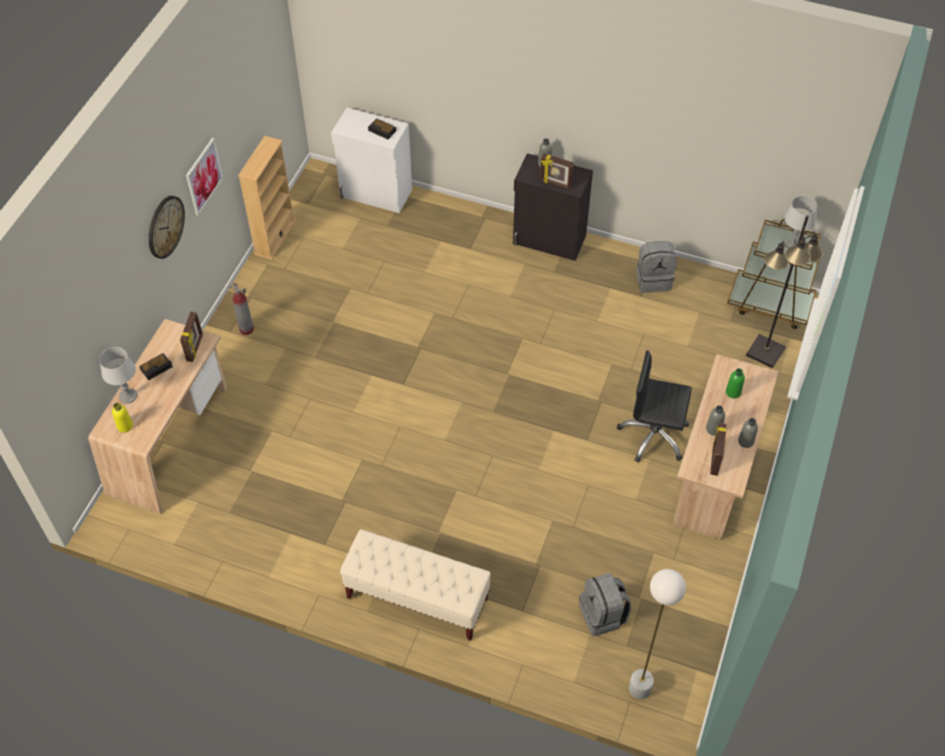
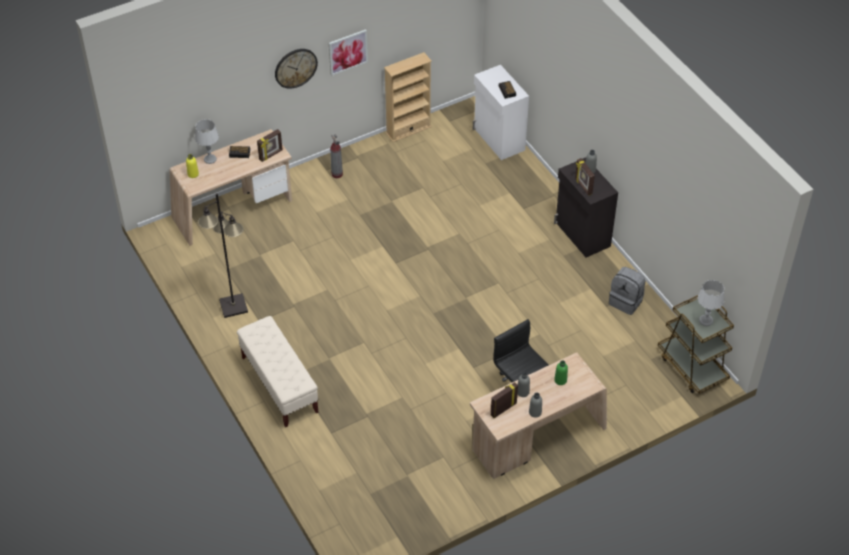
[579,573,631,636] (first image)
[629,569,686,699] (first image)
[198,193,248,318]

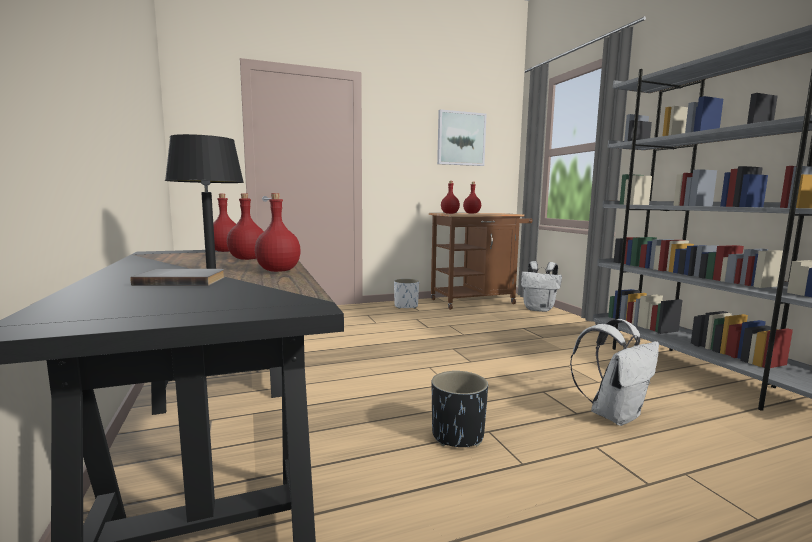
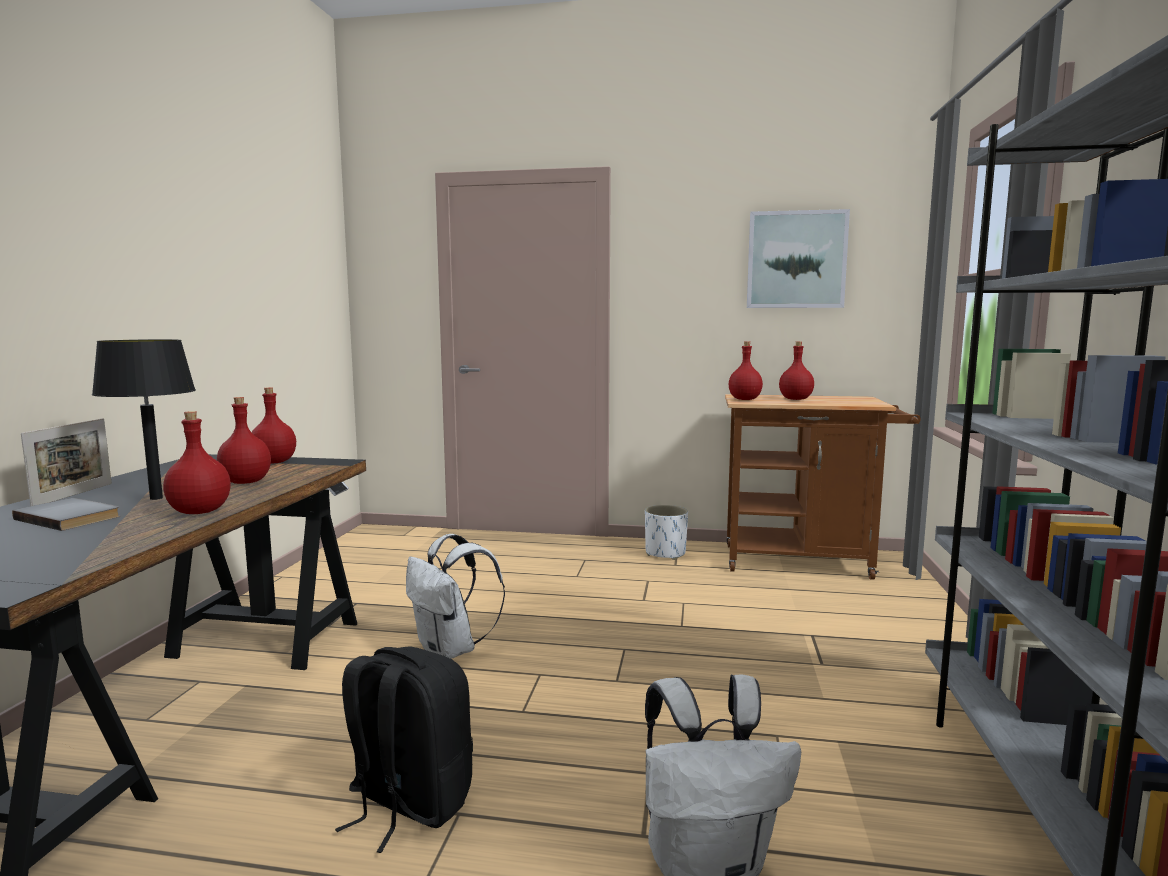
[335,646,473,853]
[406,534,505,659]
[21,418,112,506]

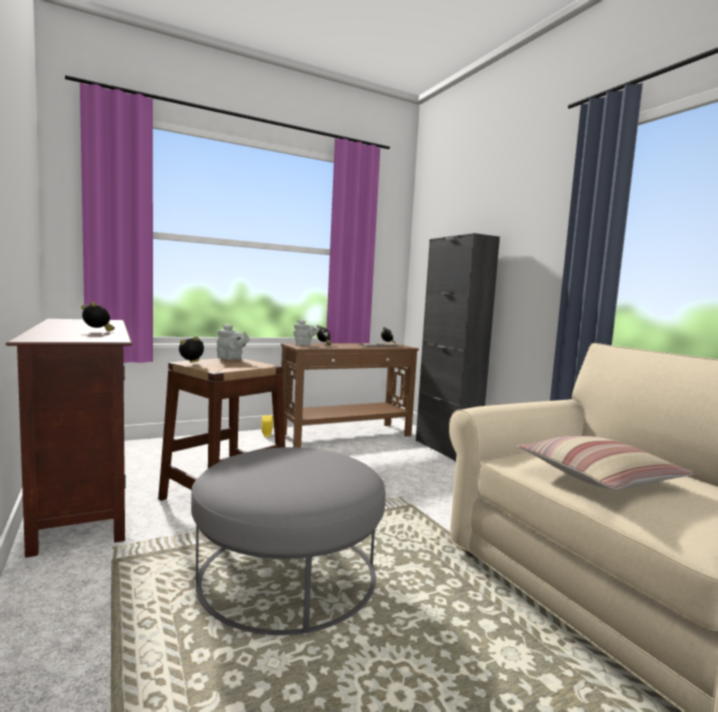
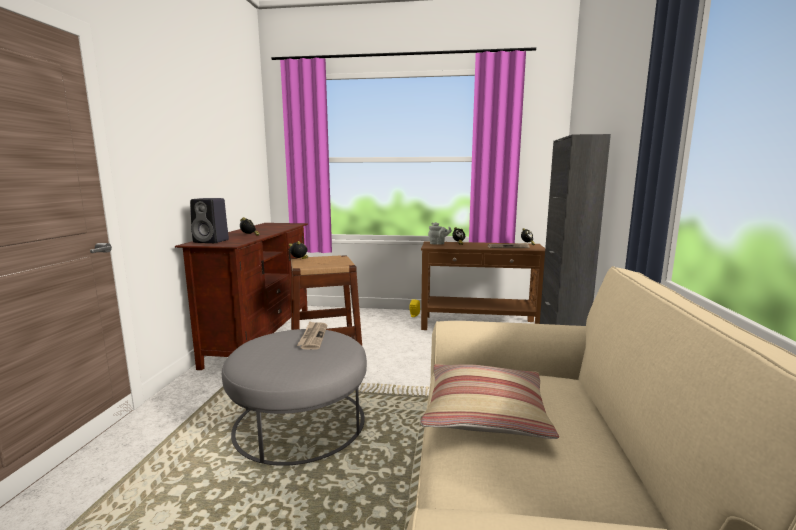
[217,324,249,360] (first image)
[190,198,229,243]
[297,321,327,350]

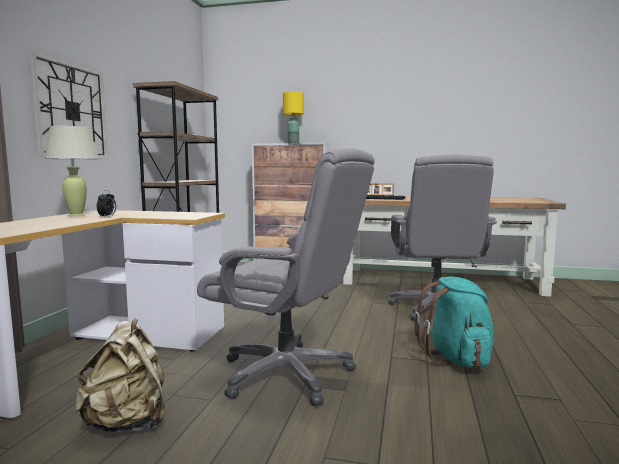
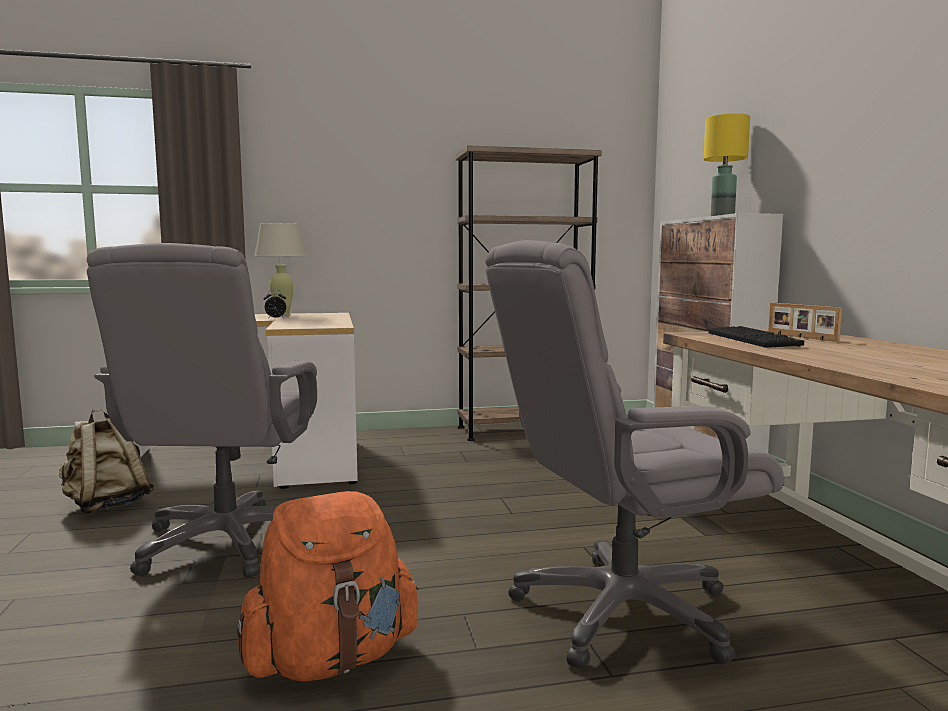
[29,52,108,158] (first image)
[237,491,419,682]

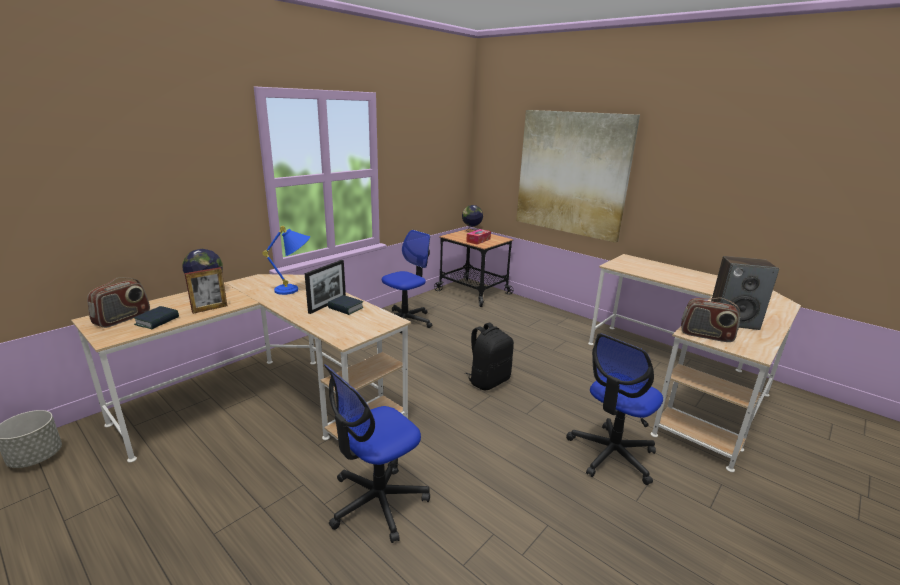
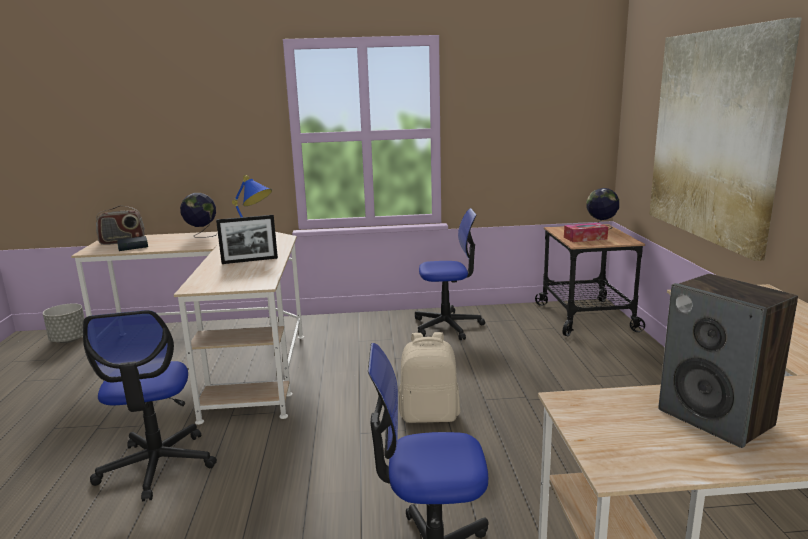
[184,267,227,314] (first image)
[83,310,217,501]
[328,295,364,315] (first image)
[399,332,460,423]
[681,297,740,342] (first image)

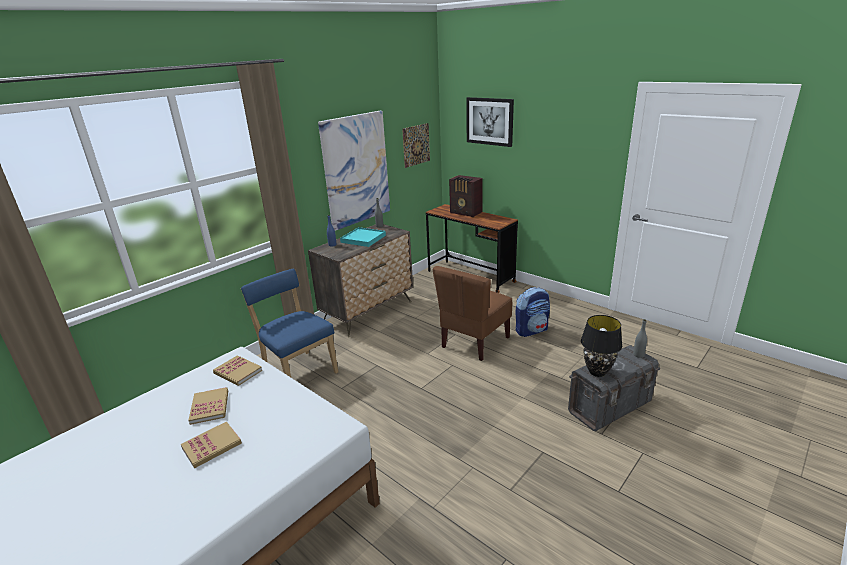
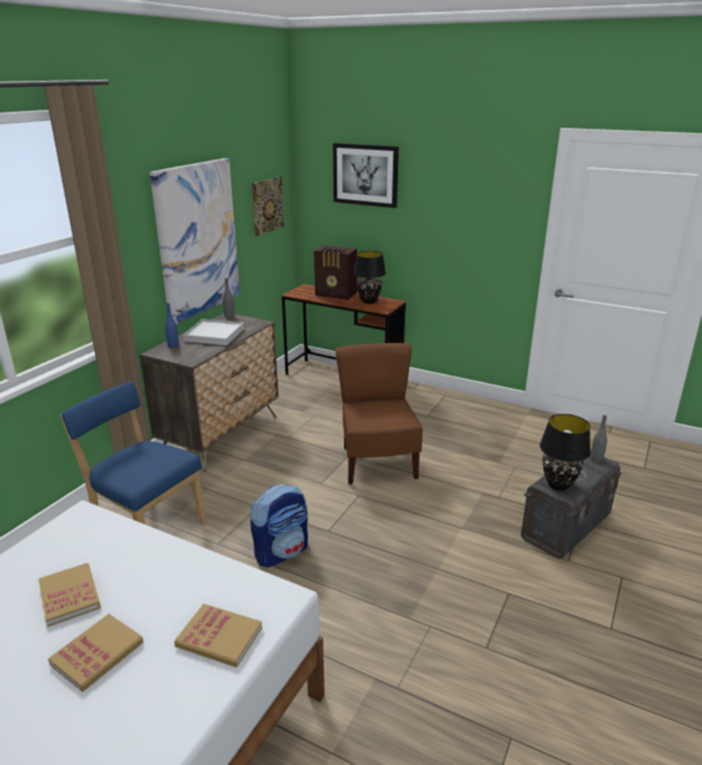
[174,604,262,667]
[183,319,244,345]
[335,343,423,485]
[250,484,308,567]
[353,251,386,304]

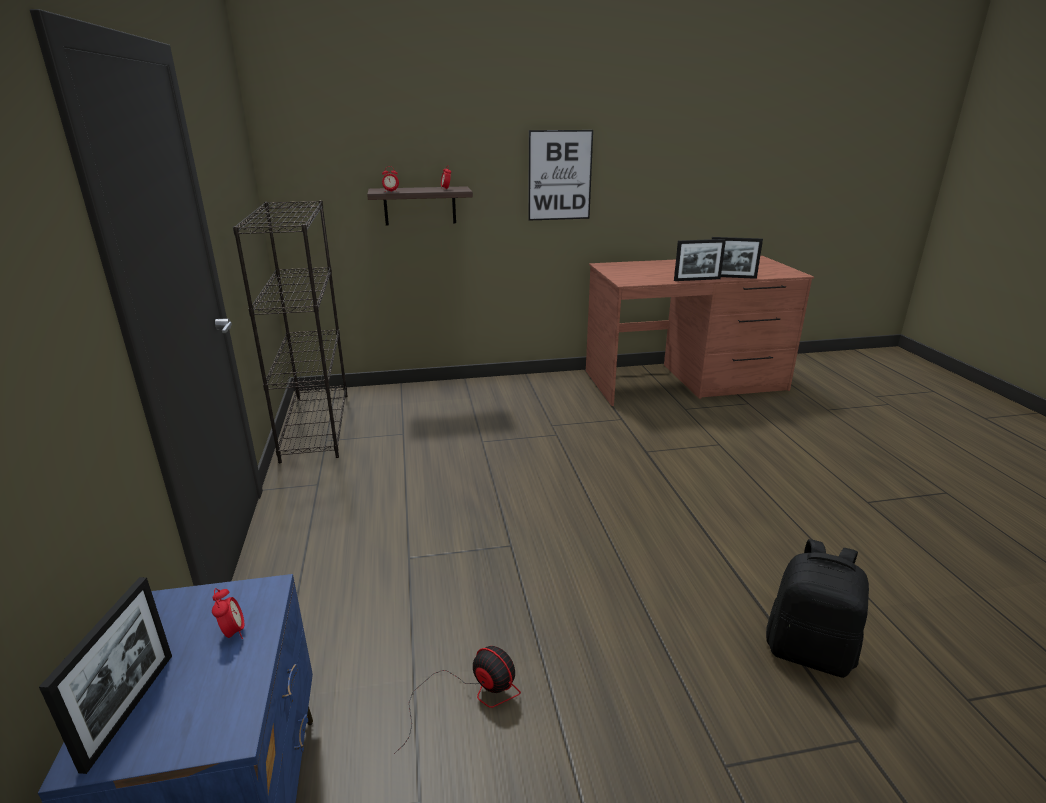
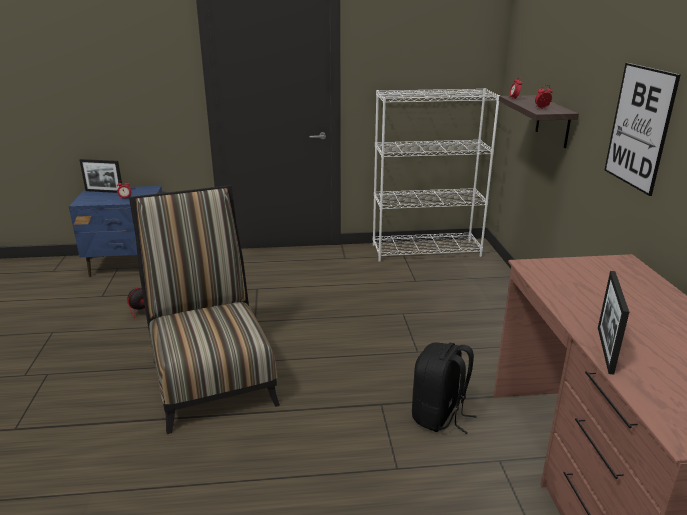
[373,88,500,262]
[674,239,726,281] (first image)
[412,343,476,434]
[129,185,280,434]

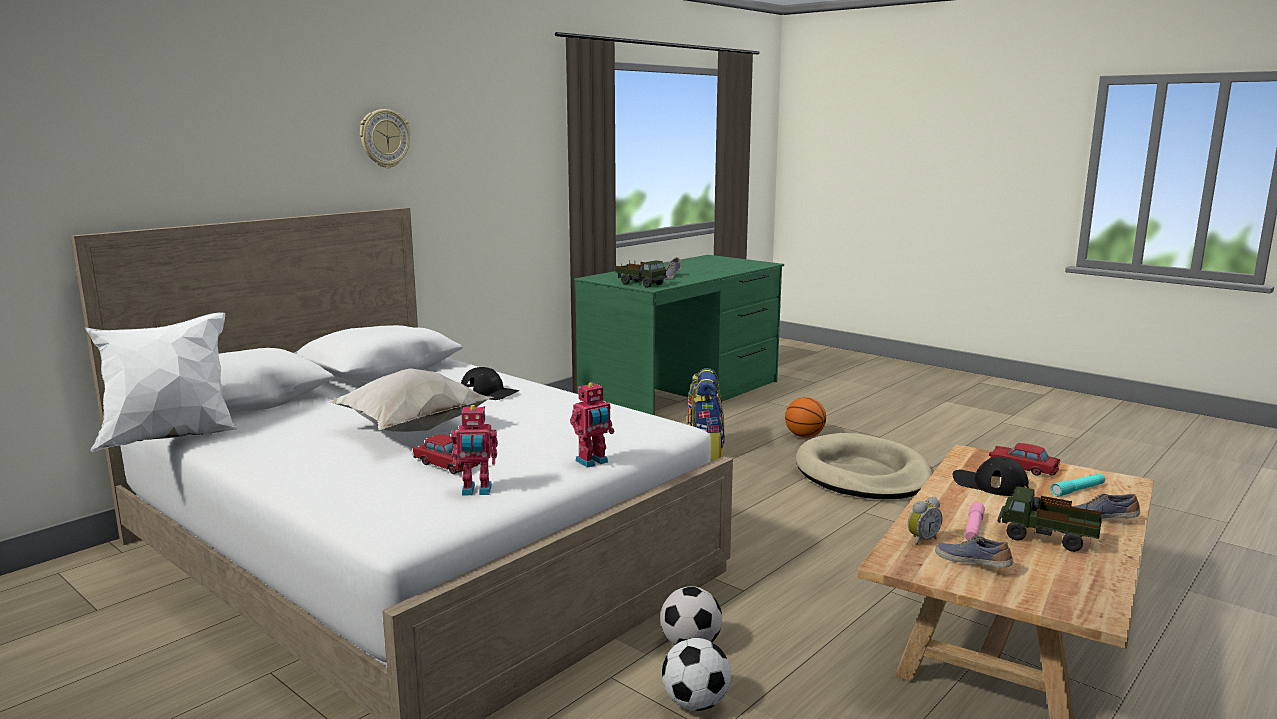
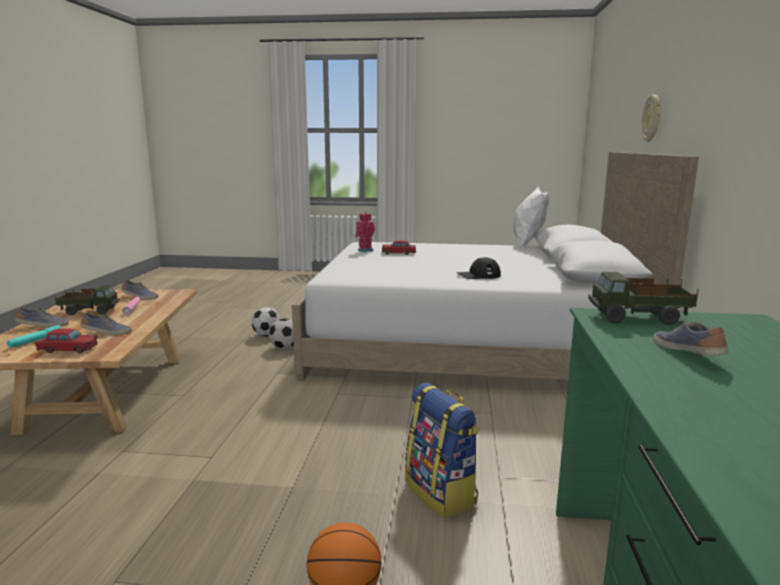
[327,368,494,432] (first image)
[641,95,661,142]
[570,382,614,468] (first image)
[796,433,932,499] (first image)
[908,497,942,545] (first image)
[81,313,132,335]

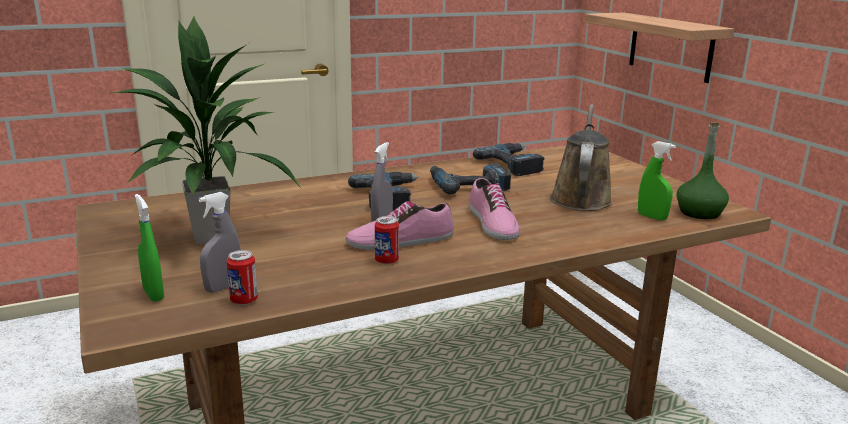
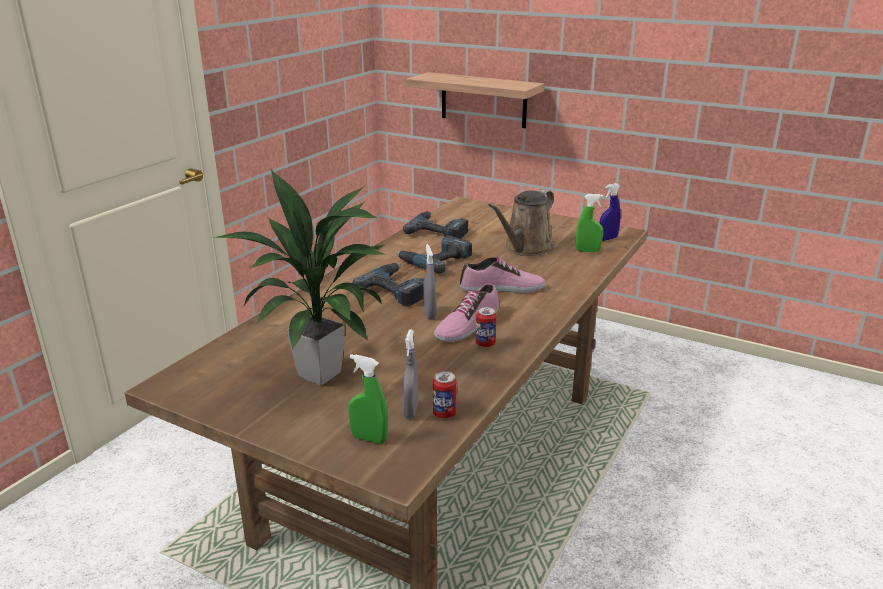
[460,257,546,293]
[488,189,554,256]
[600,183,620,241]

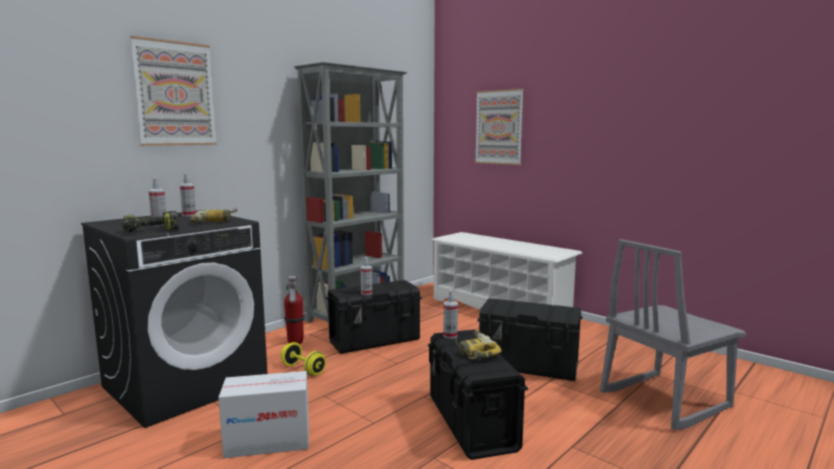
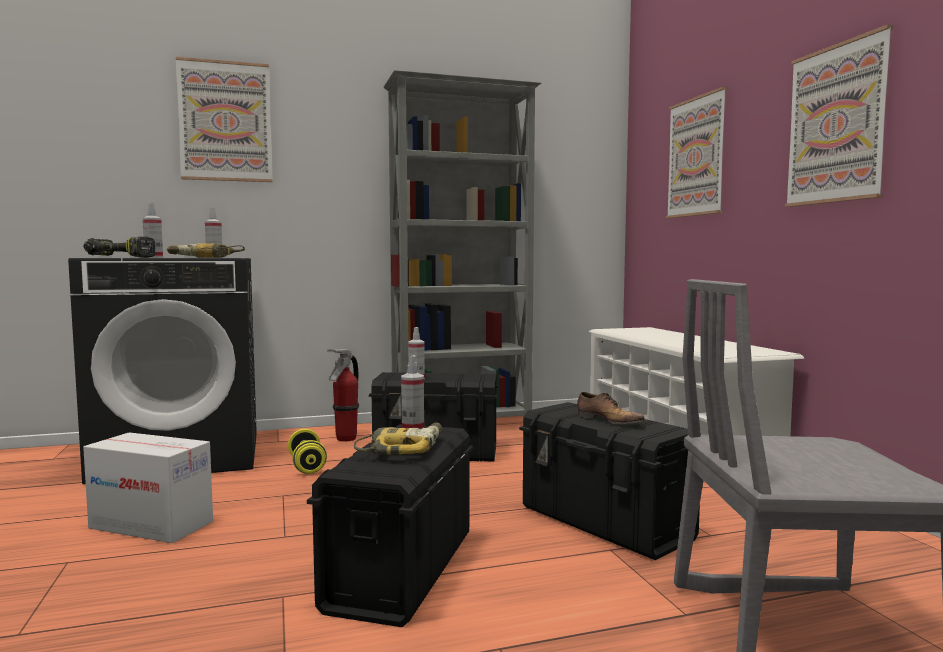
[577,392,645,424]
[785,24,893,207]

